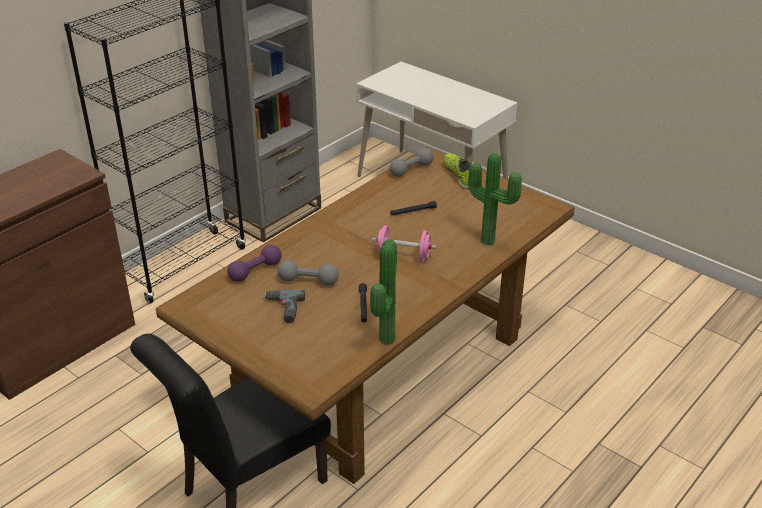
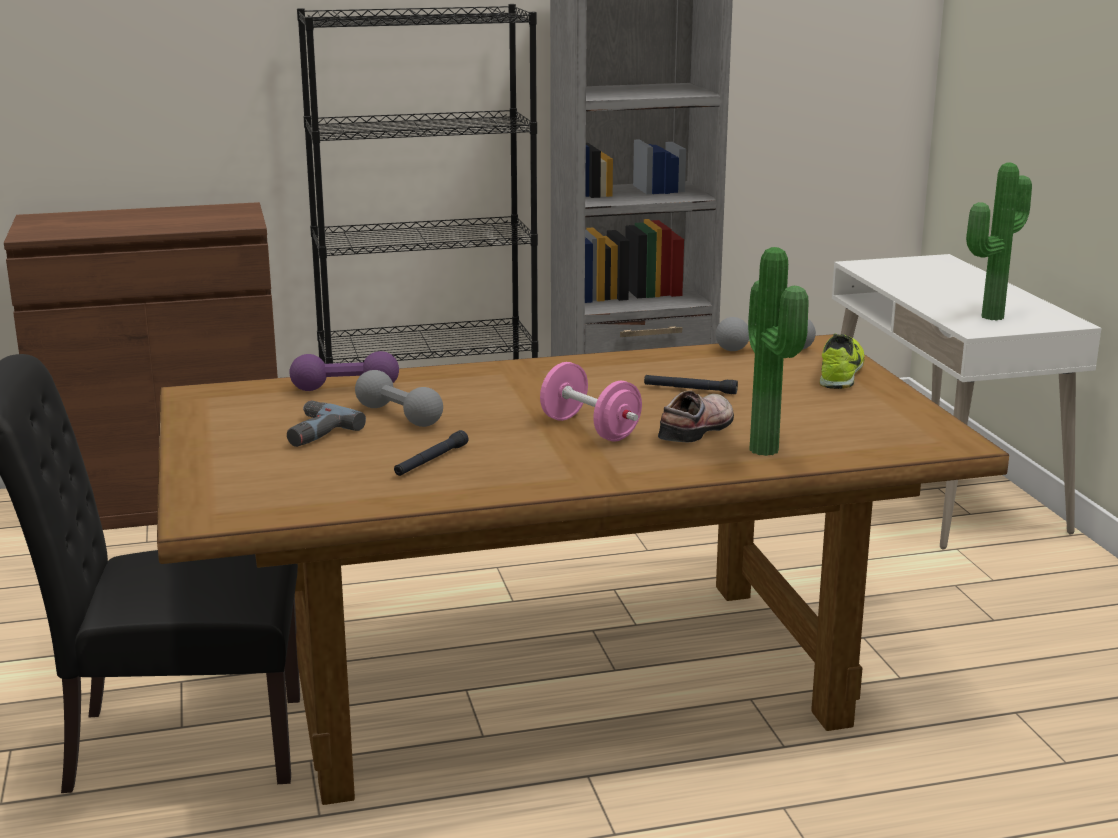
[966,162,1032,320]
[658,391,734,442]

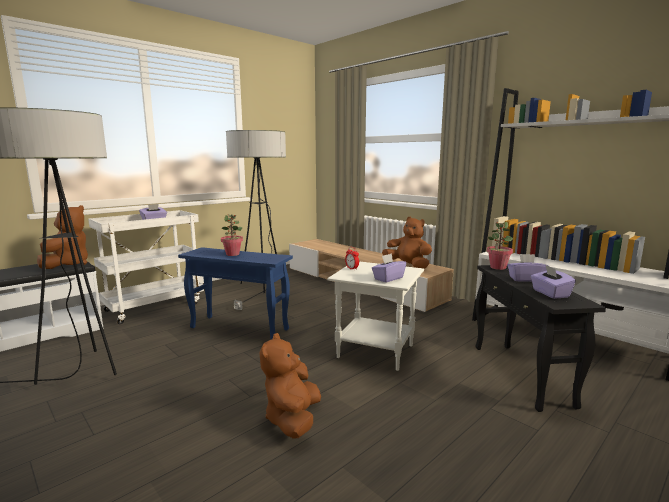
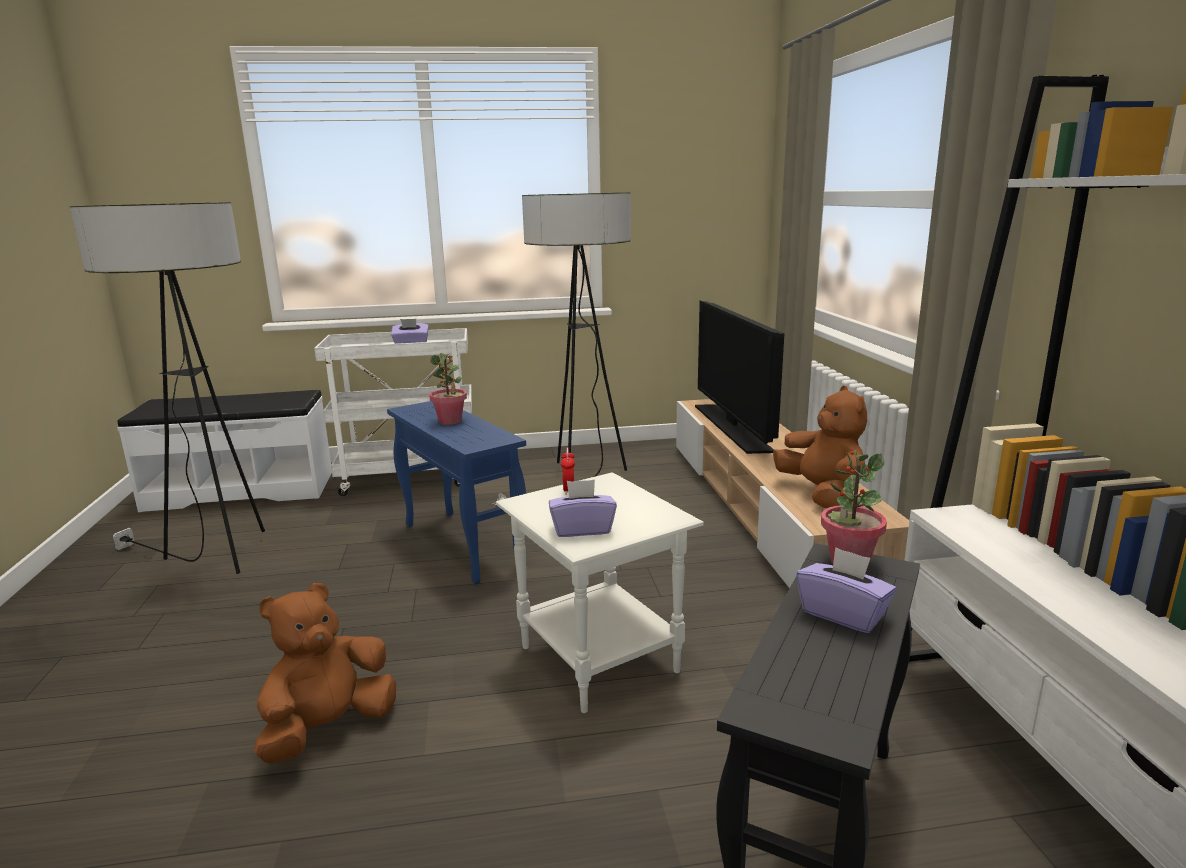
[37,205,88,269] (first image)
[531,265,576,299] (first image)
[695,301,784,454]

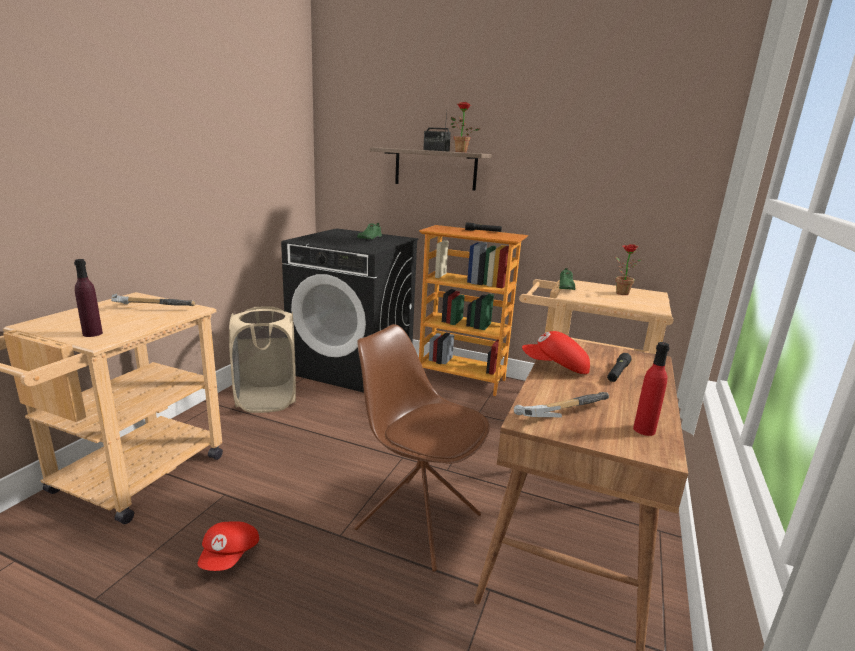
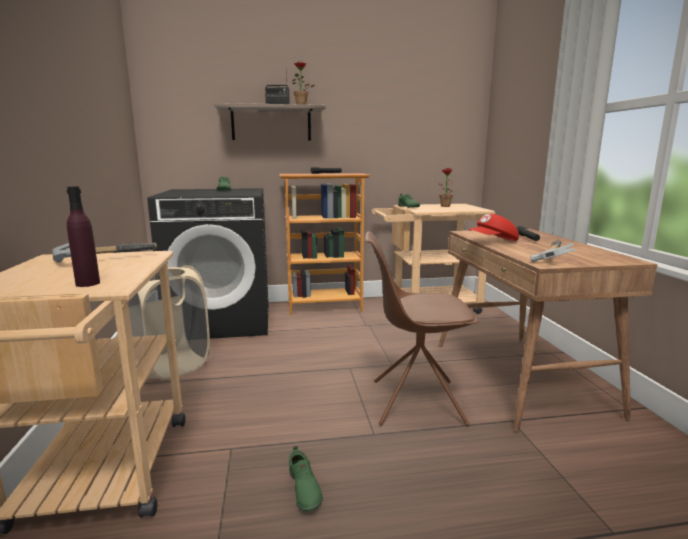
[289,446,323,511]
[633,342,670,436] (first image)

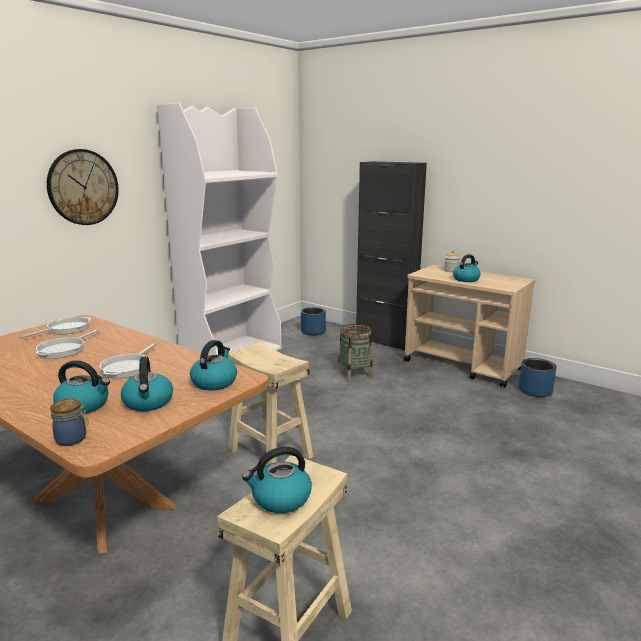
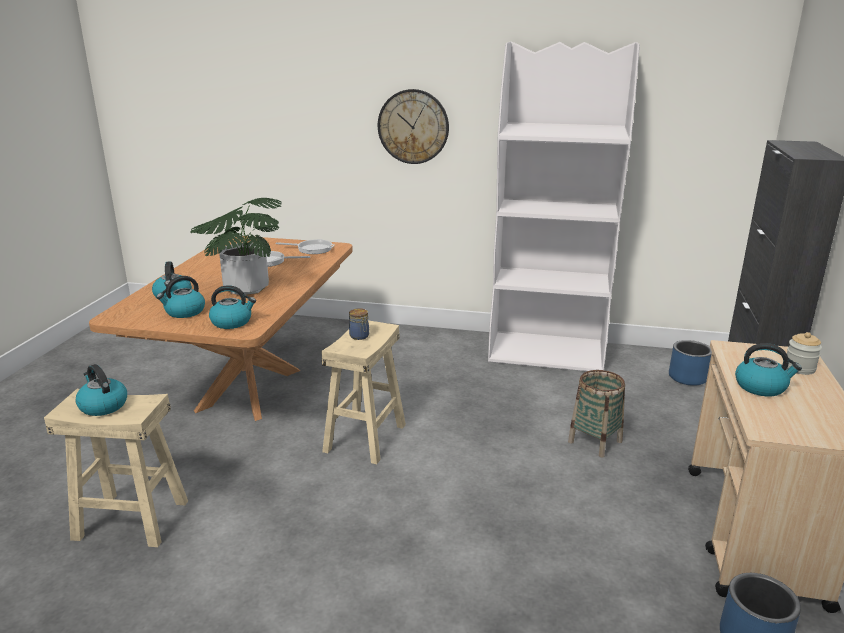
[349,308,369,340]
[191,198,282,295]

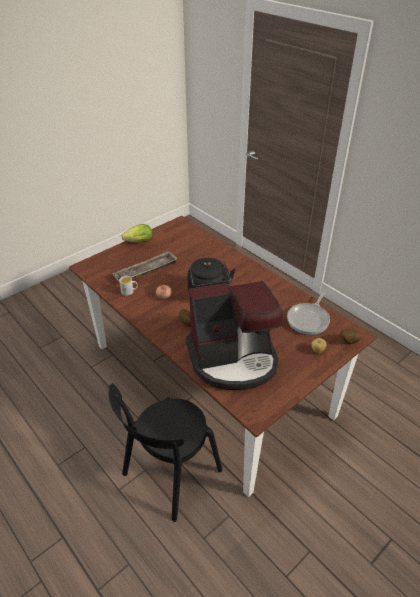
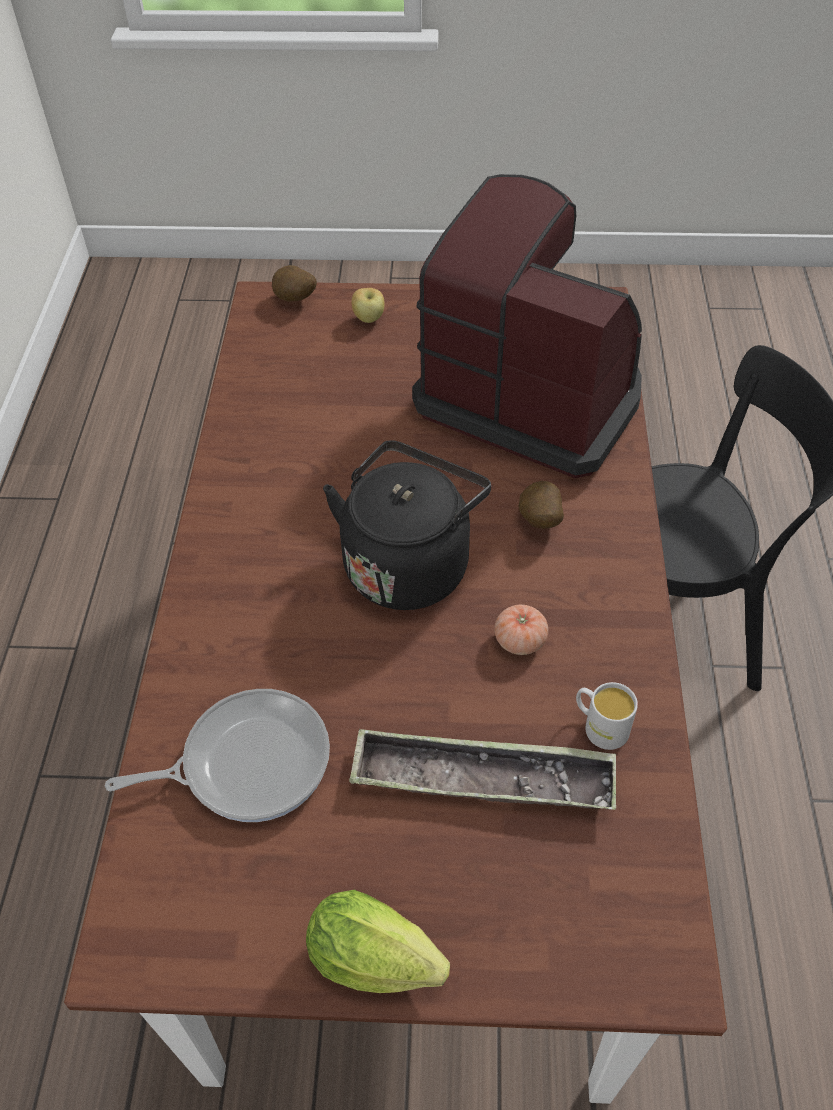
[105,689,330,822]

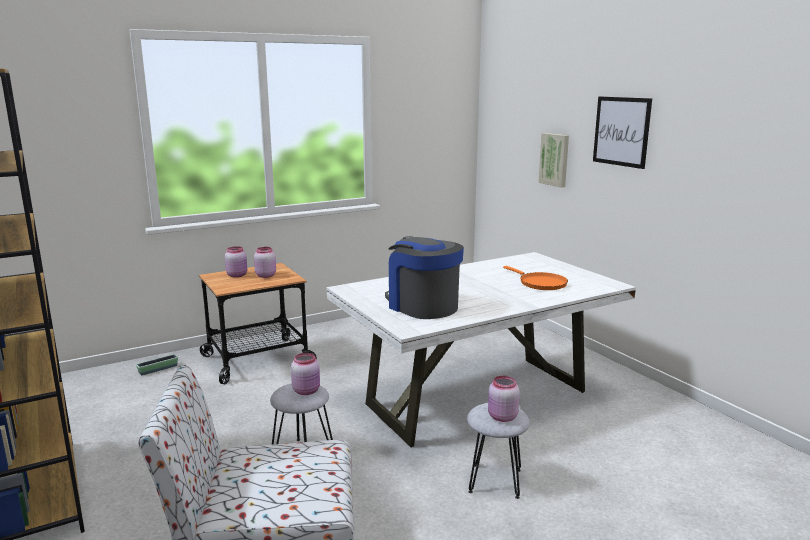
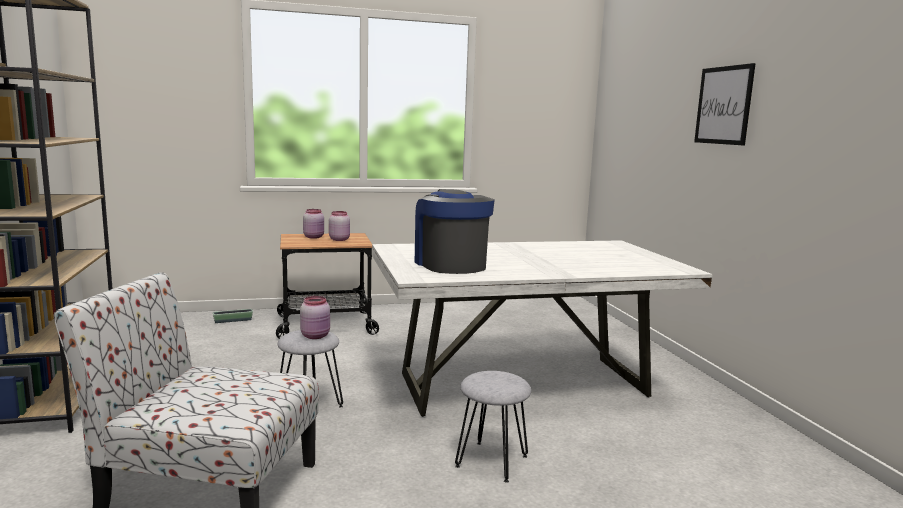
[488,376,520,422] (first image)
[503,266,568,290] (first image)
[538,133,569,188] (first image)

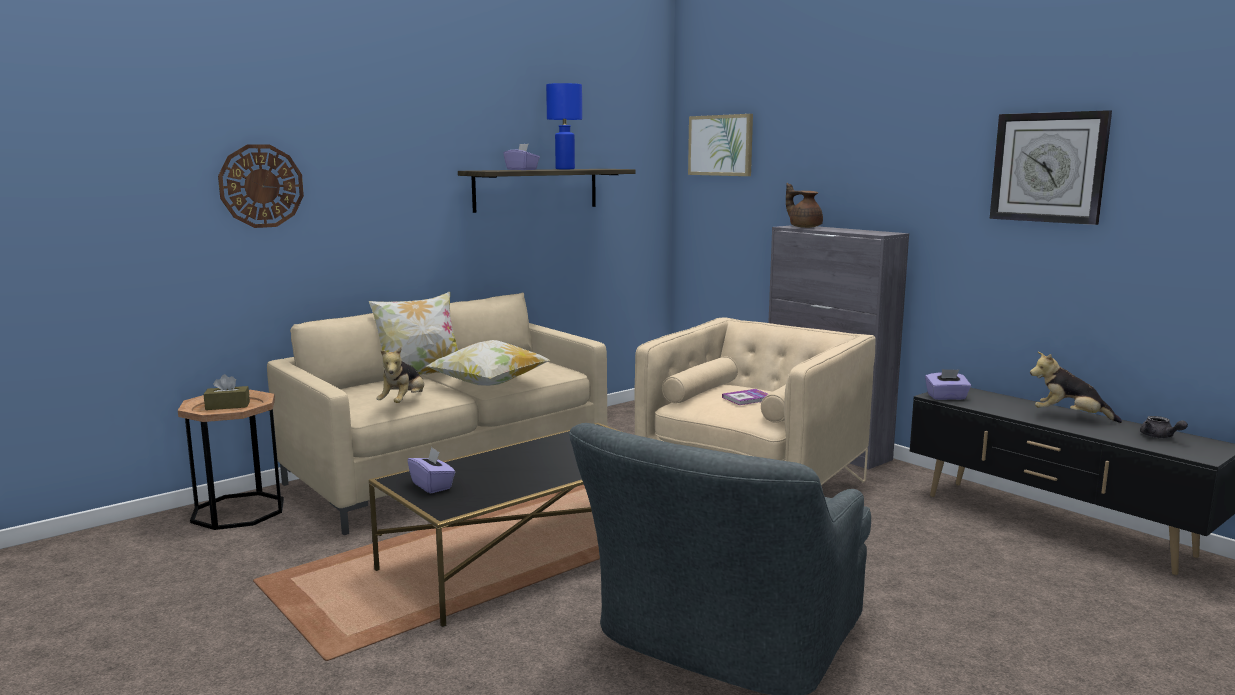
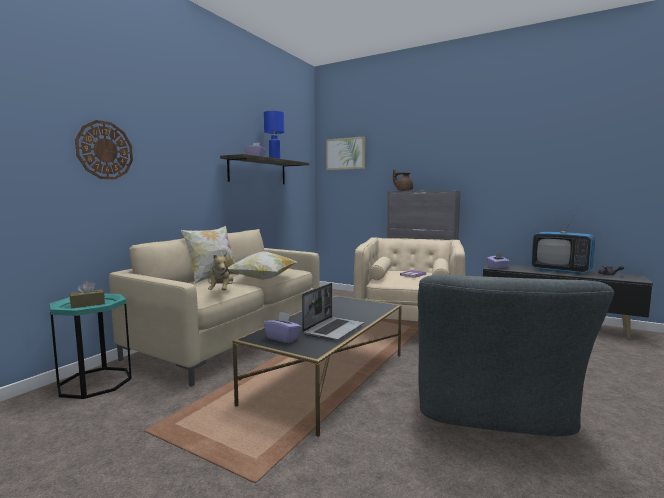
[49,293,132,399]
[990,110,1112,225] (first image)
[531,208,595,274]
[302,283,364,341]

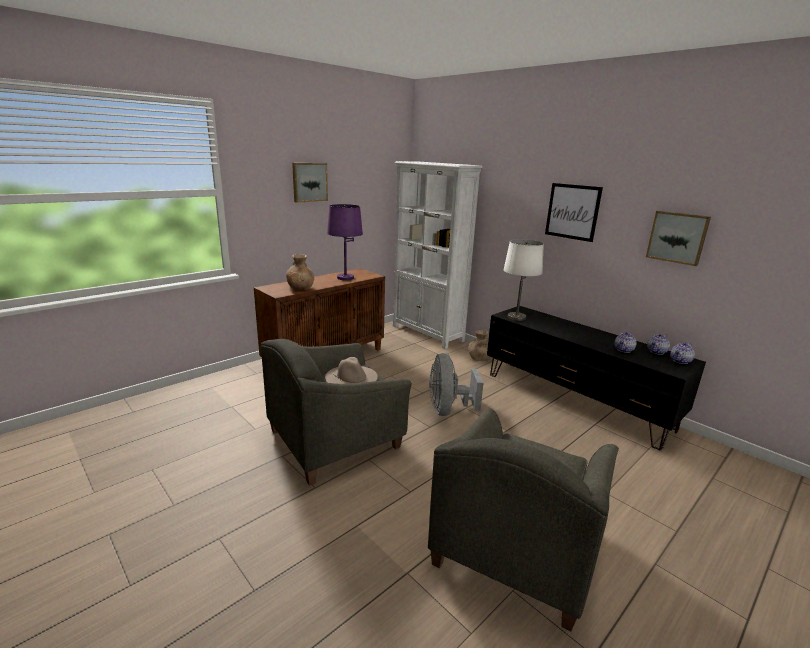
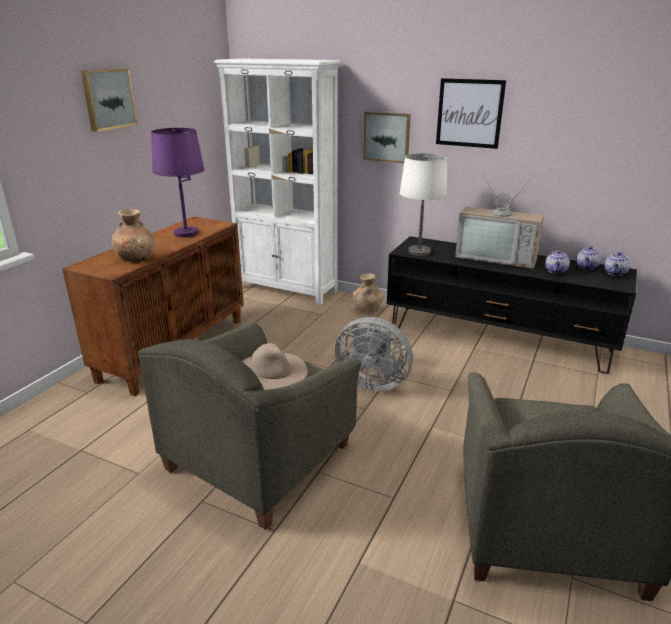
[335,317,413,391]
[364,112,411,163]
[455,174,544,268]

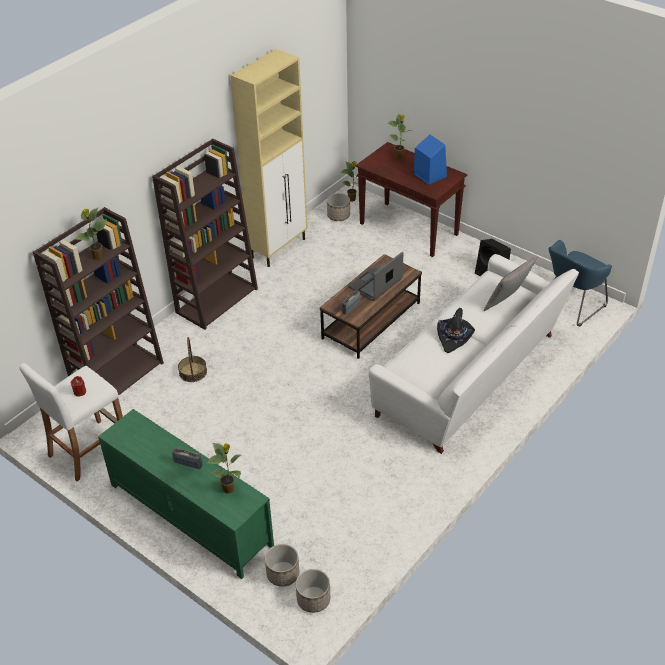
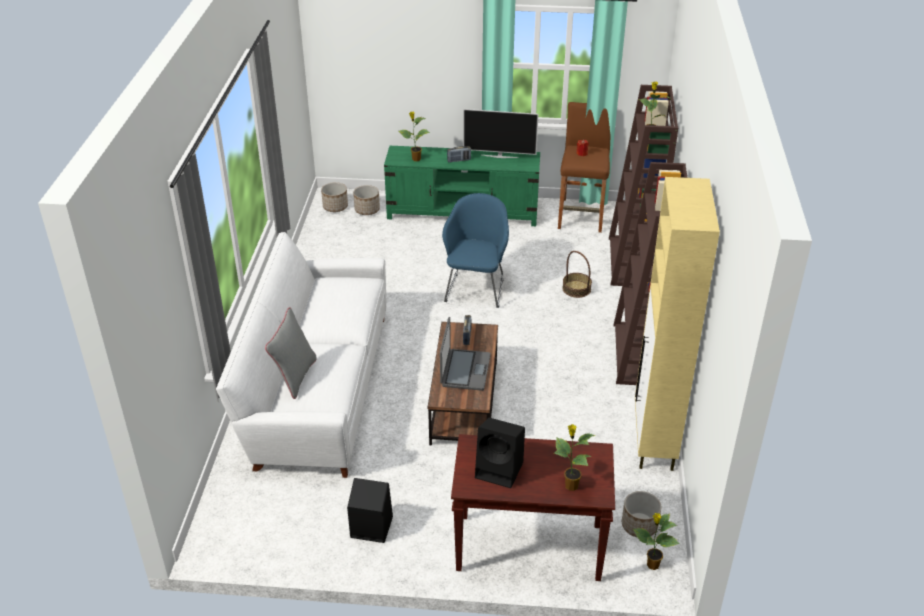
[558,102,611,233]
[475,418,525,488]
[437,308,475,353] (first image)
[442,193,509,308]
[463,109,538,158]

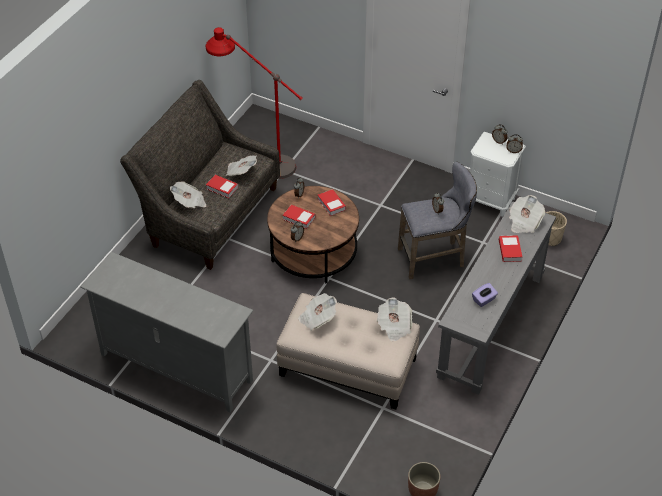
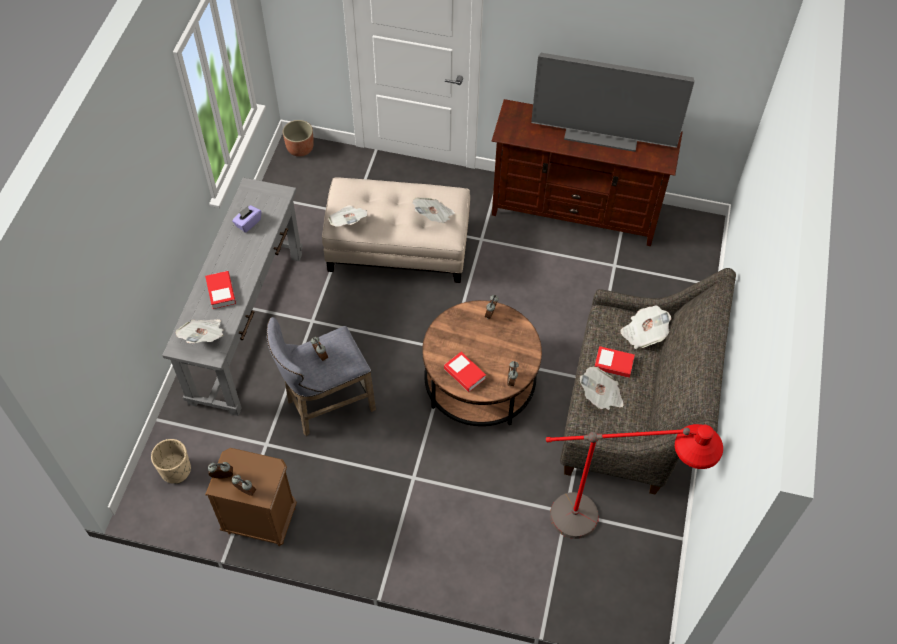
[492,99,683,246]
[283,205,315,229] (first image)
[205,448,297,546]
[531,53,695,152]

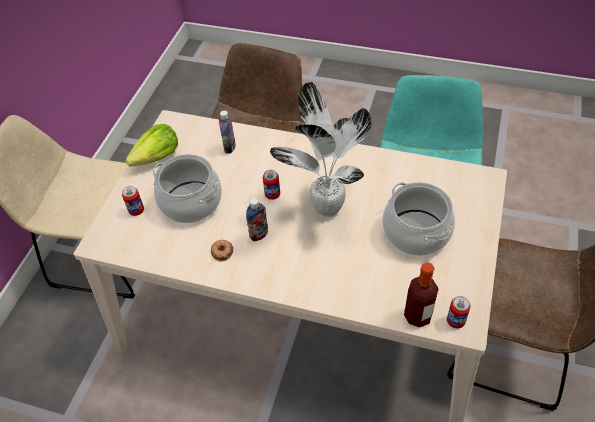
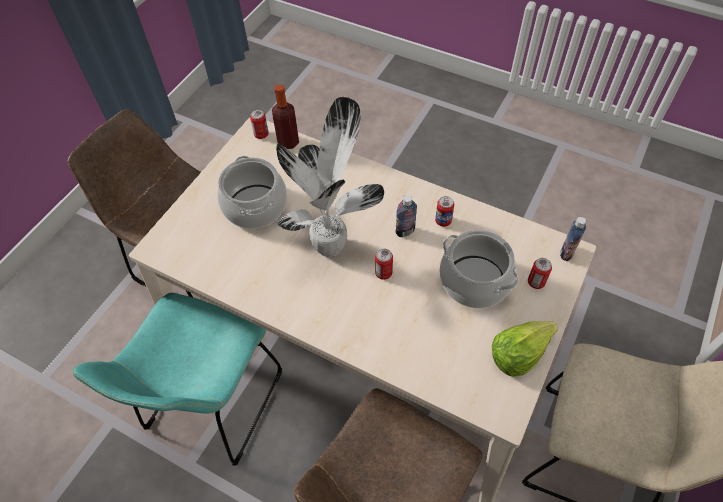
[435,196,454,227]
[560,217,586,261]

